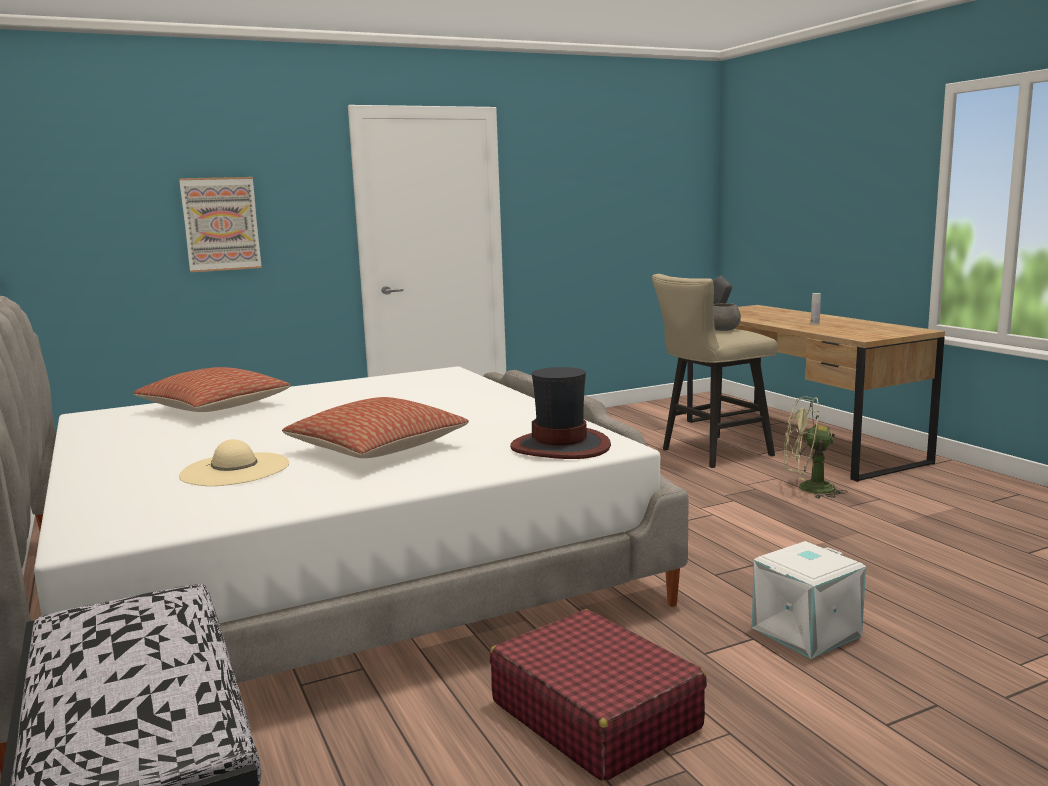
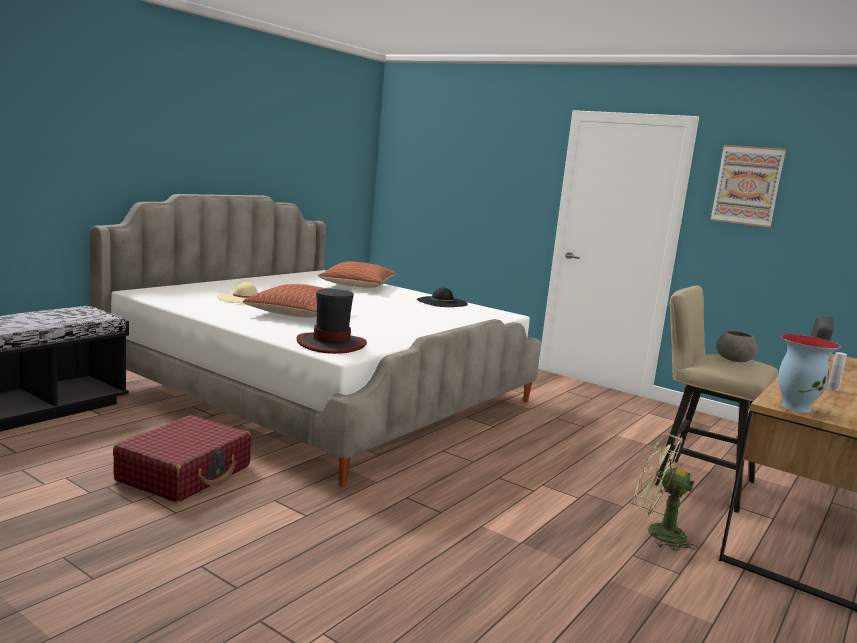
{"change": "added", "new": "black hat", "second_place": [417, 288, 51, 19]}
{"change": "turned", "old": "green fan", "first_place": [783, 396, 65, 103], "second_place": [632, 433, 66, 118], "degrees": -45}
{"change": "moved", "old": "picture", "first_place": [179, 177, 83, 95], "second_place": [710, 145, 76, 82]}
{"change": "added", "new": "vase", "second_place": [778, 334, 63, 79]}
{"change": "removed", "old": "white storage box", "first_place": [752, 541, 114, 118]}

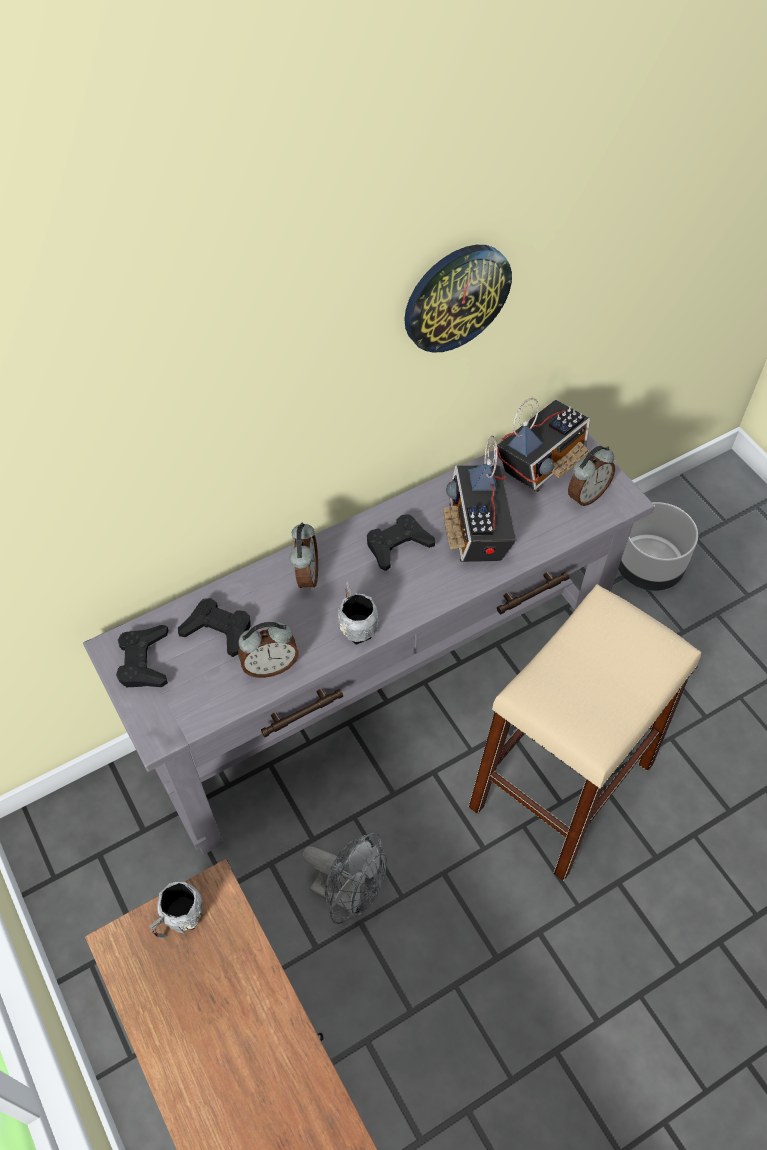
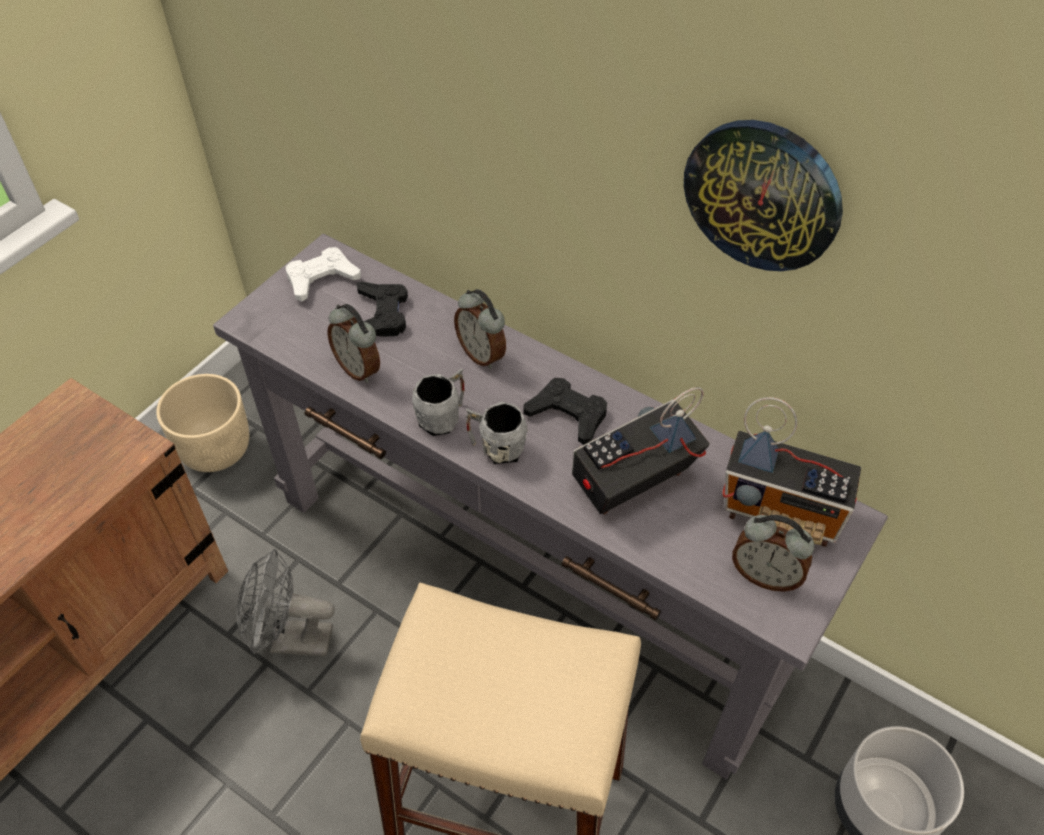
{"change": "added", "new": "beige planter", "second_place": [156, 374, 93, 98]}
{"change": "turned", "old": "grey fan", "first_place": [302, 833, 85, 91], "second_place": [237, 549, 98, 108], "degrees": 90}
{"change": "recoloured", "old": "black game controller", "new": "white game controller", "first_place": [116, 625, 52, 62], "second_place": [286, 247, 75, 55]}
{"change": "turned", "old": "alarm clock", "first_place": [289, 522, 29, 69], "second_place": [454, 289, 52, 80], "degrees": 75}
{"change": "moved", "old": "grey mug", "first_place": [149, 882, 54, 57], "second_place": [466, 401, 62, 63]}

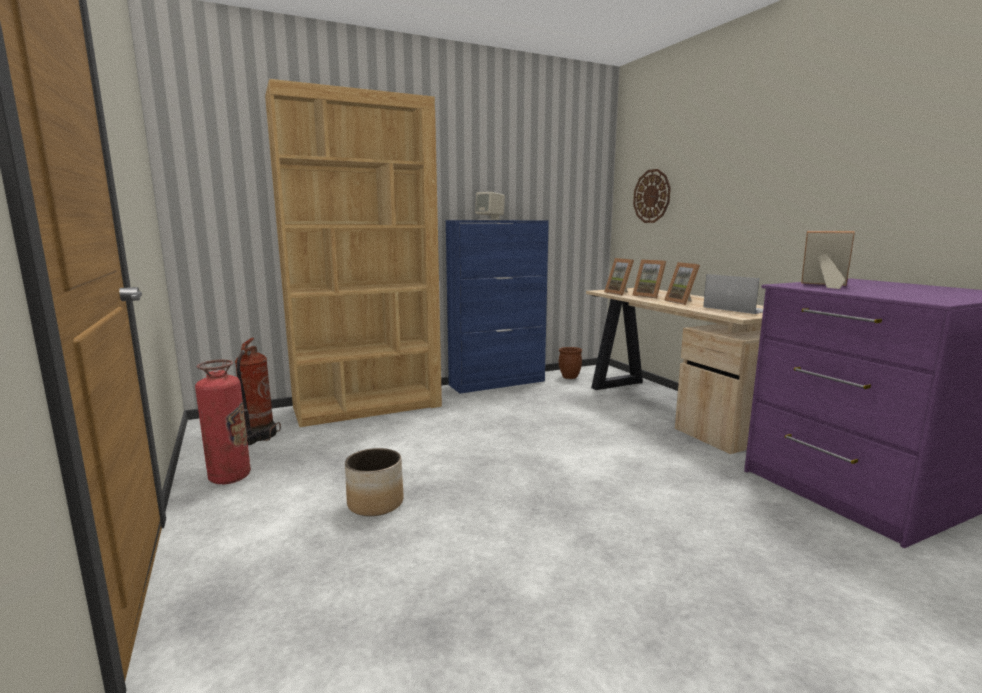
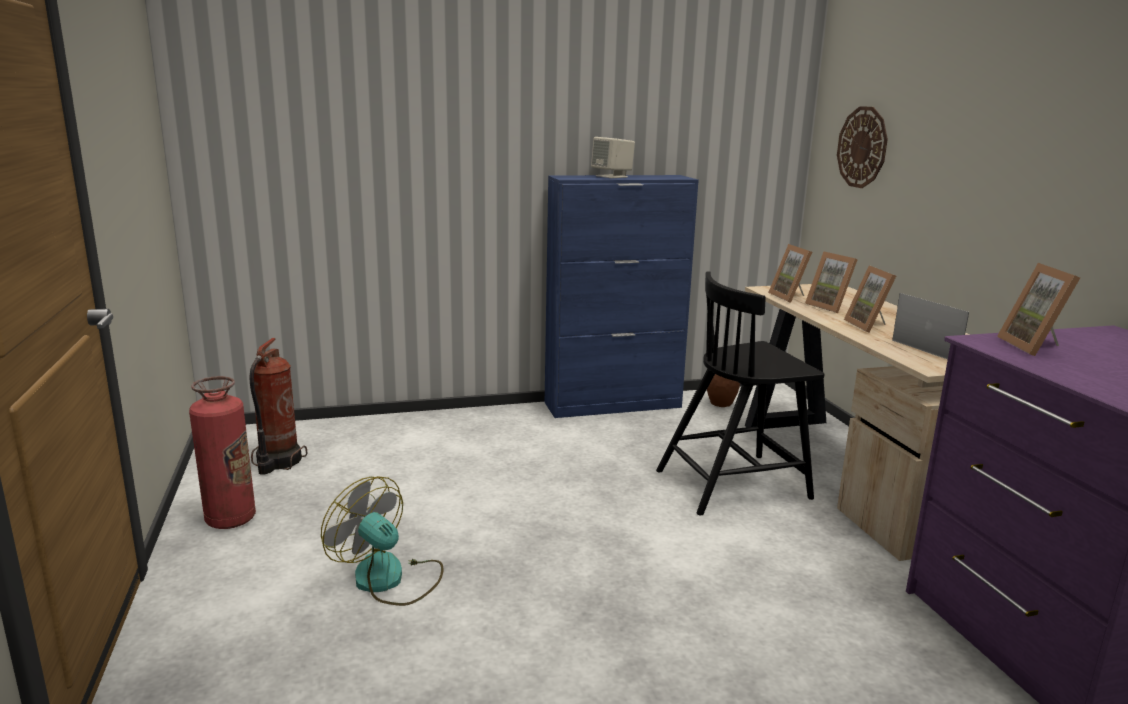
{"change": "replaced", "old": "planter", "new": "fan", "first_place": [345, 448, 58, 68], "second_place": [321, 477, 122, 129]}
{"change": "added", "new": "black chair", "second_place": [656, 271, 168, 245]}
{"change": "turned", "old": "picture frame", "first_place": [801, 231, 54, 58], "second_place": [997, 263, 83, 93], "degrees": -135}
{"change": "removed", "old": "brown bookcase", "first_place": [265, 79, 177, 348]}

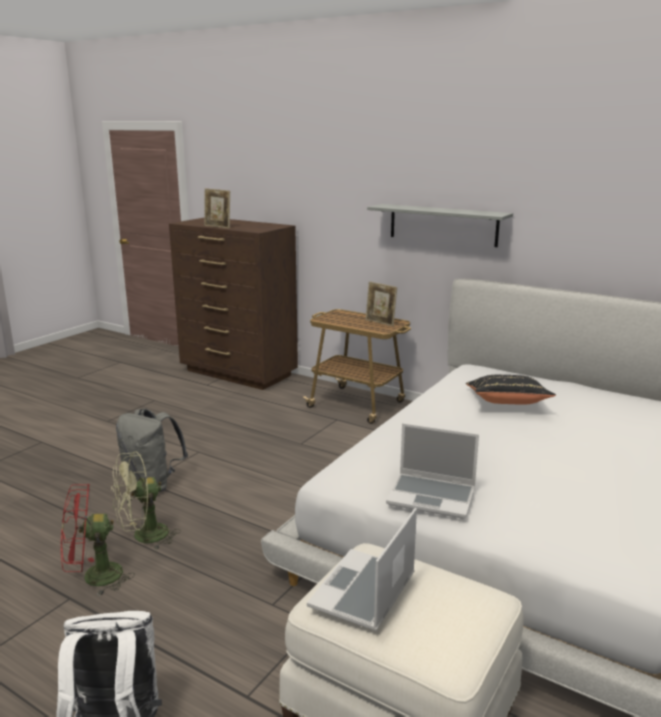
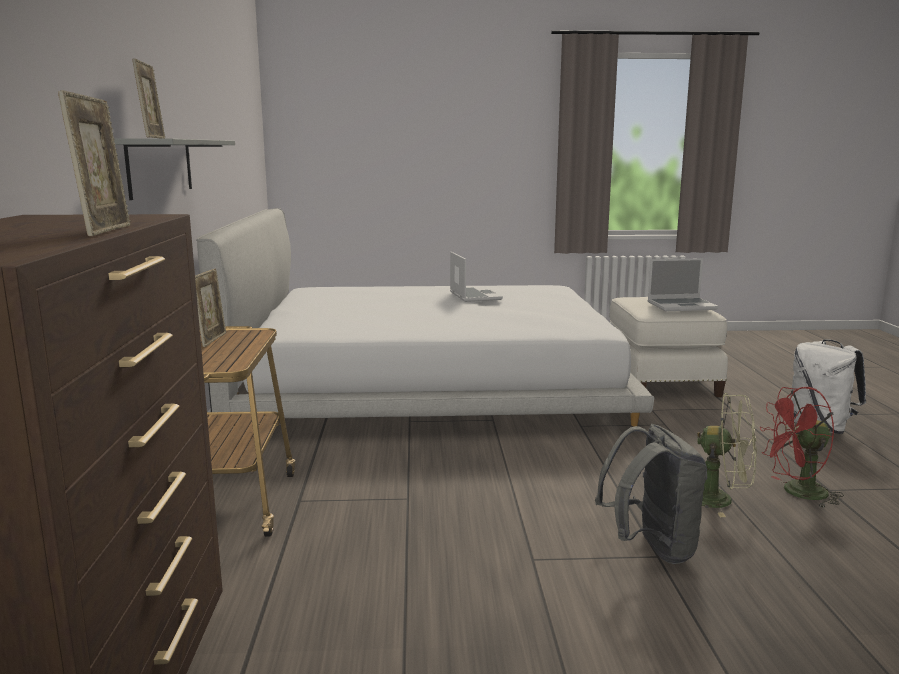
{"change": "added", "new": "picture frame", "second_place": [132, 58, 33, 81]}
{"change": "moved", "old": "laptop", "first_place": [386, 423, 93, 96], "second_place": [450, 252, 53, 50]}
{"change": "turned", "old": "red fan", "first_place": [61, 484, 74, 112], "second_place": [760, 387, 84, 121], "degrees": 135}
{"change": "removed", "old": "black pillow", "first_place": [466, 375, 90, 29]}

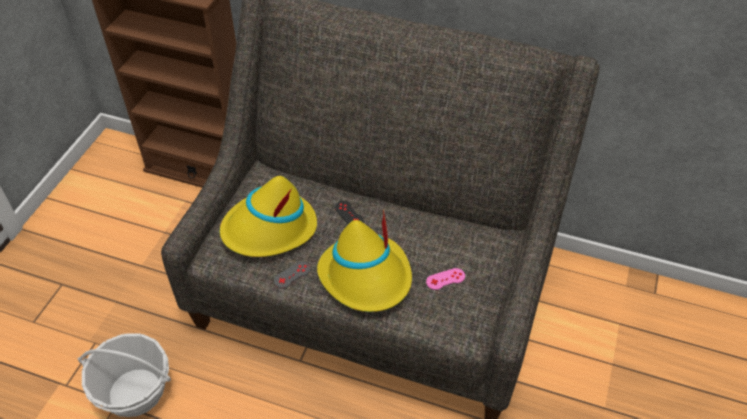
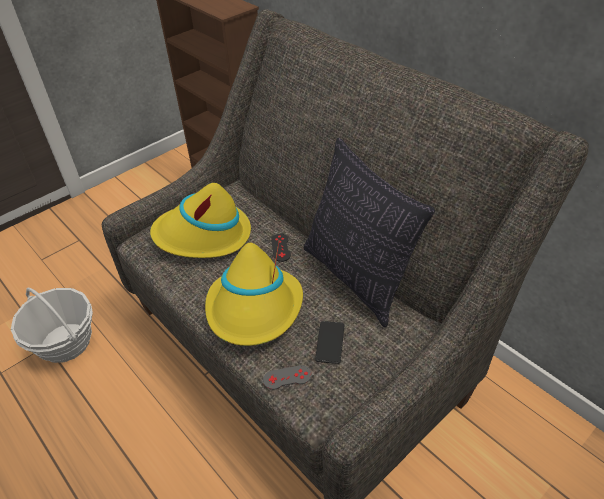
{"change": "moved", "old": "grey game controller", "first_place": [274, 262, 37, 26], "second_place": [263, 365, 49, 25]}
{"change": "added", "new": "pillow", "second_place": [304, 138, 131, 189]}
{"change": "replaced", "old": "pink game controller", "new": "phone", "first_place": [426, 268, 39, 22], "second_place": [315, 321, 29, 43]}

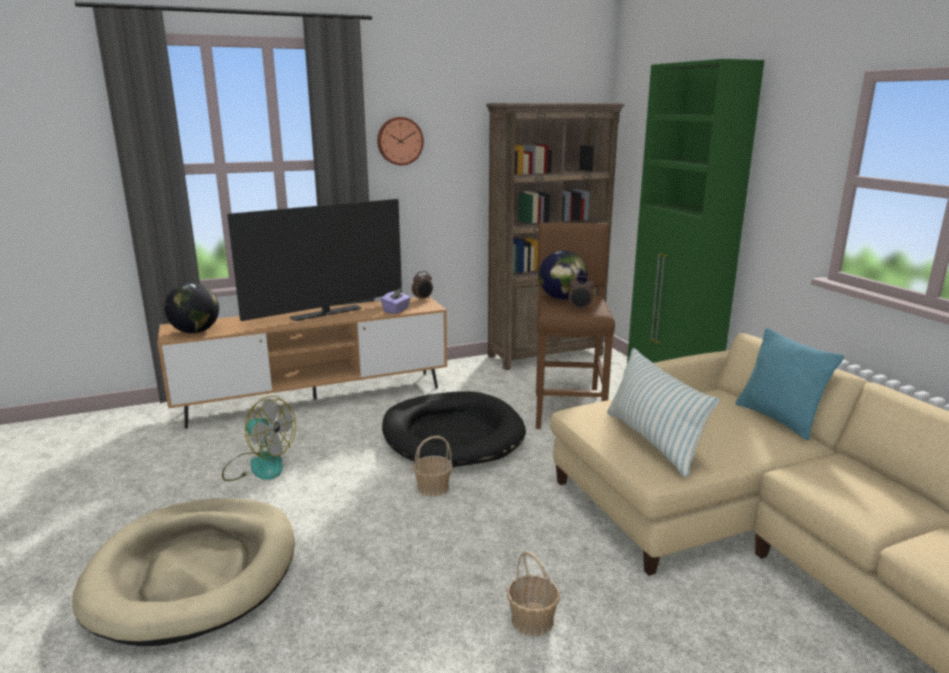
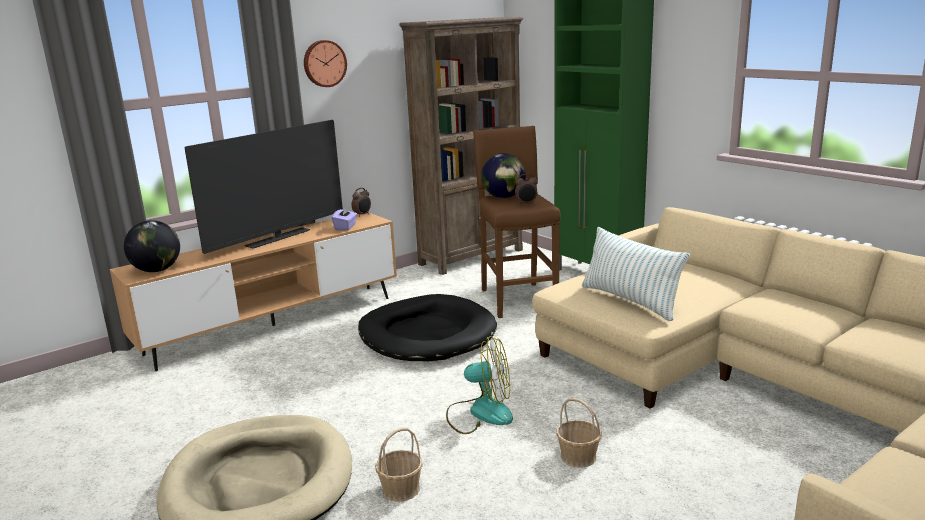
{"change": "moved", "old": "basket", "first_place": [413, 436, 40, 61], "second_place": [375, 427, 48, 75]}
{"change": "moved", "old": "fan", "first_place": [222, 396, 74, 85], "second_place": [446, 336, 67, 98]}
{"change": "removed", "old": "turquoise pillow", "first_place": [735, 328, 109, 112]}

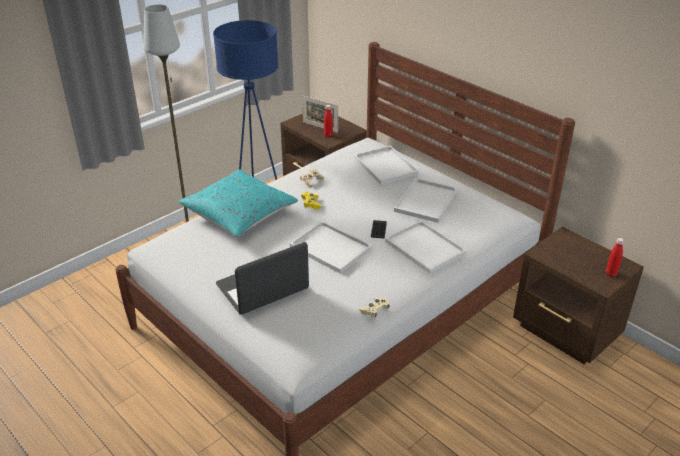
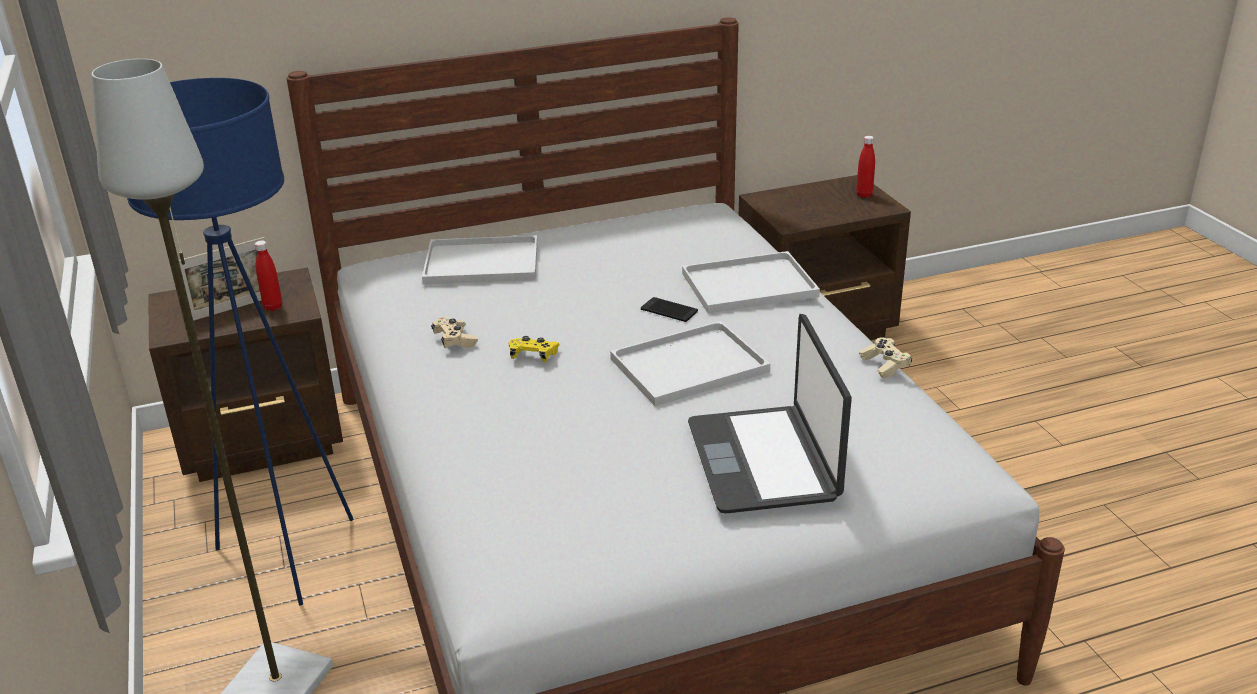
{"change": "removed", "old": "turquoise pillow", "first_place": [178, 169, 120, 68]}
{"change": "removed", "old": "white tray", "first_place": [394, 178, 63, 45]}

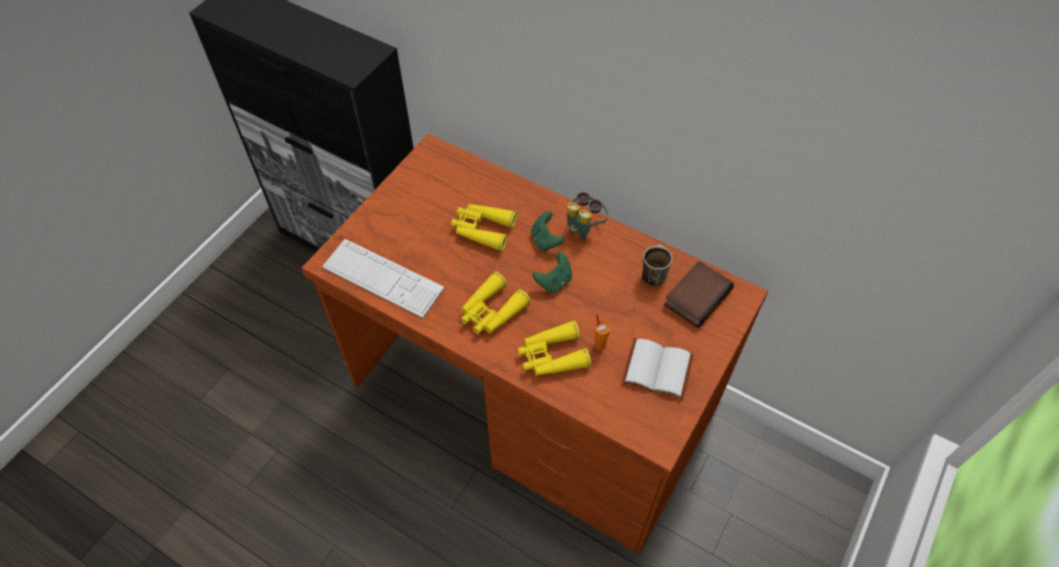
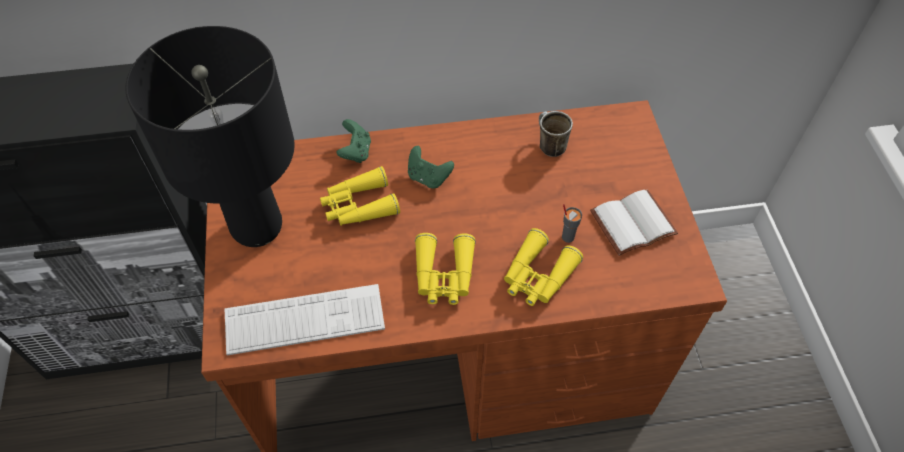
{"change": "added", "new": "black table lamp", "second_place": [125, 26, 170, 221]}
{"change": "moved", "old": "green game controller", "first_place": [533, 252, 39, 41], "second_place": [336, 119, 35, 44]}
{"change": "recoloured", "old": "orange cup", "new": "grey cup", "first_place": [594, 314, 16, 37], "second_place": [562, 204, 20, 39]}
{"change": "removed", "old": "binoculars", "first_place": [567, 192, 41, 49]}
{"change": "removed", "old": "book", "first_place": [664, 261, 70, 67]}

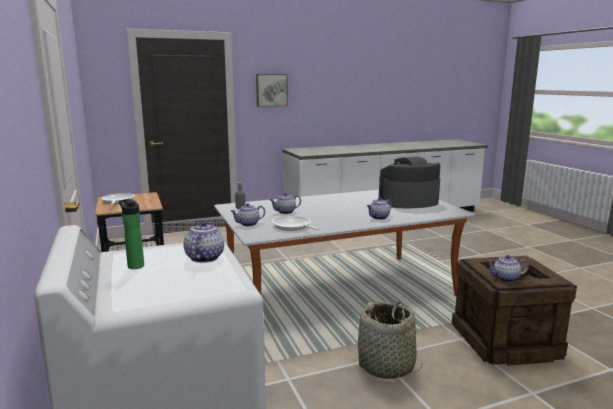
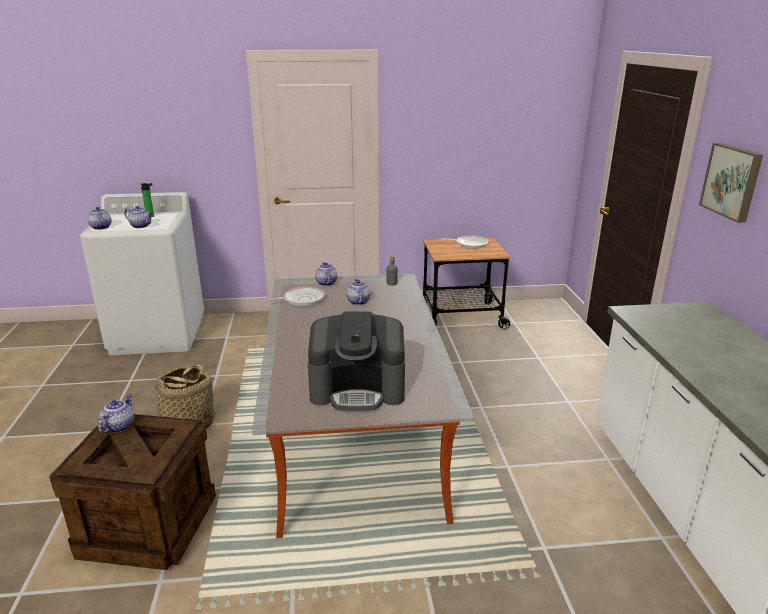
{"change": "moved", "old": "teapot", "first_place": [367, 198, 25, 22], "second_place": [88, 207, 24, 23]}
{"change": "turned", "old": "coffee machine", "first_place": [379, 157, 61, 51], "second_place": [308, 311, 97, 100], "degrees": 90}

